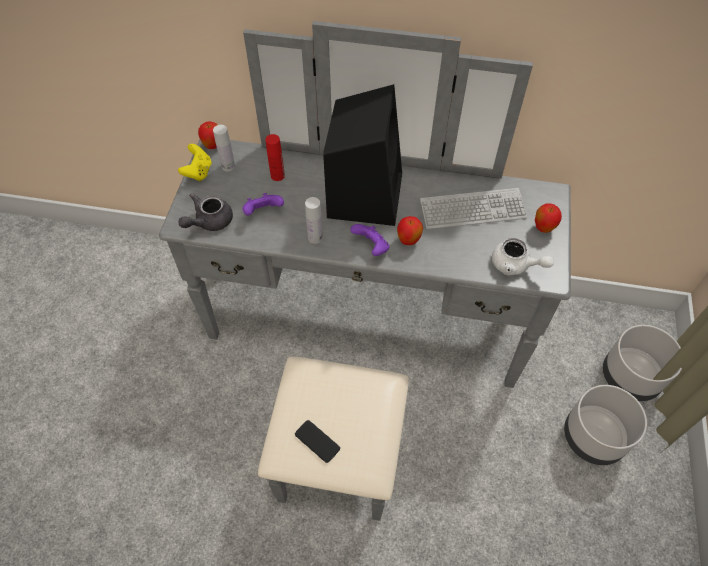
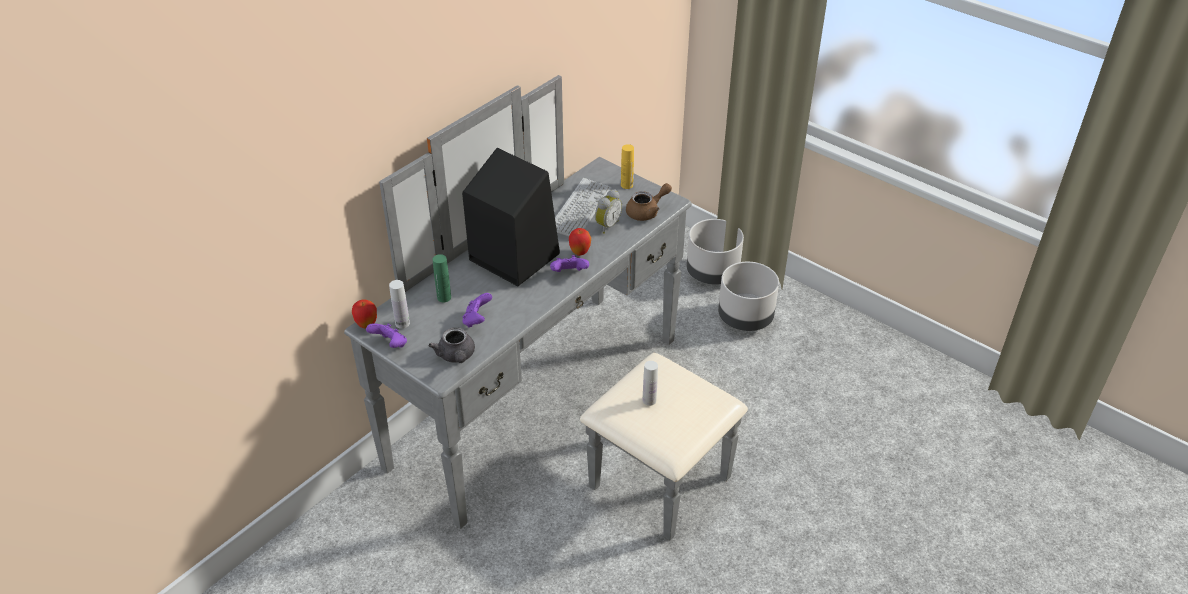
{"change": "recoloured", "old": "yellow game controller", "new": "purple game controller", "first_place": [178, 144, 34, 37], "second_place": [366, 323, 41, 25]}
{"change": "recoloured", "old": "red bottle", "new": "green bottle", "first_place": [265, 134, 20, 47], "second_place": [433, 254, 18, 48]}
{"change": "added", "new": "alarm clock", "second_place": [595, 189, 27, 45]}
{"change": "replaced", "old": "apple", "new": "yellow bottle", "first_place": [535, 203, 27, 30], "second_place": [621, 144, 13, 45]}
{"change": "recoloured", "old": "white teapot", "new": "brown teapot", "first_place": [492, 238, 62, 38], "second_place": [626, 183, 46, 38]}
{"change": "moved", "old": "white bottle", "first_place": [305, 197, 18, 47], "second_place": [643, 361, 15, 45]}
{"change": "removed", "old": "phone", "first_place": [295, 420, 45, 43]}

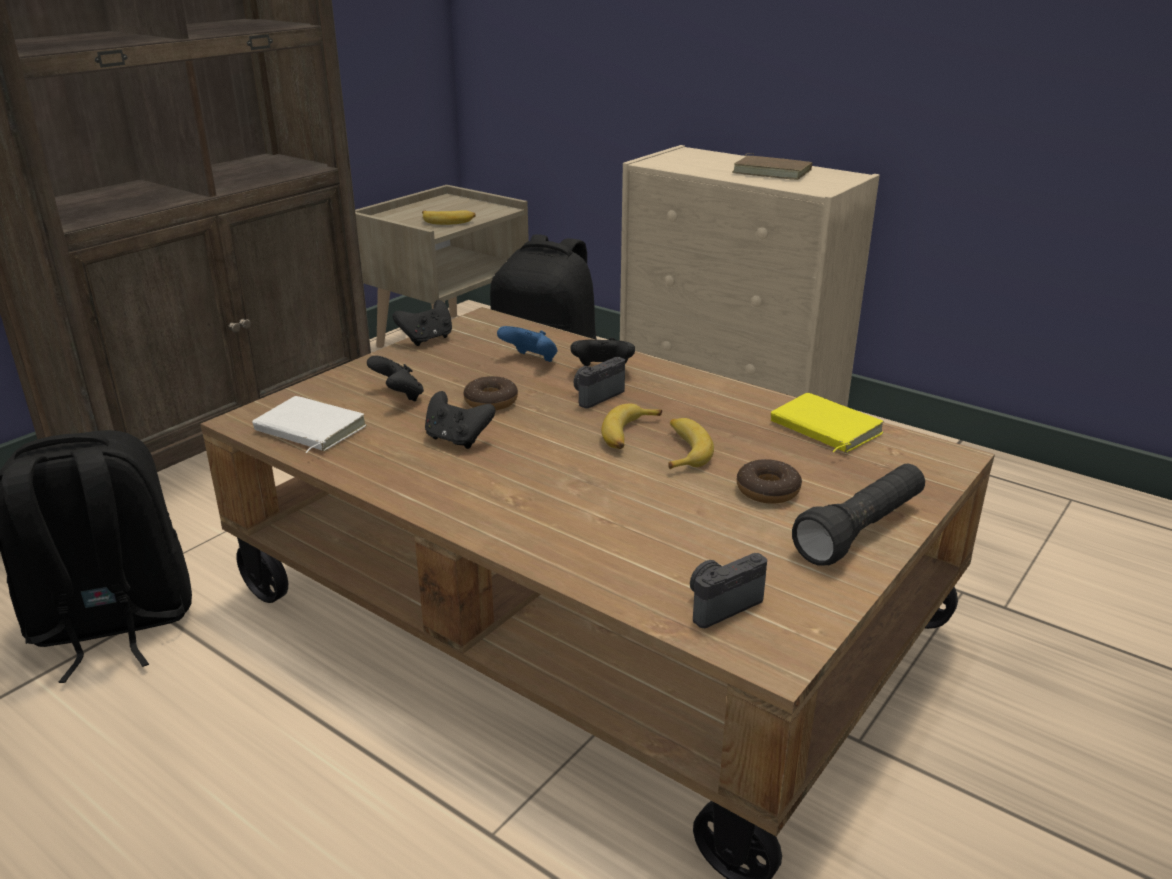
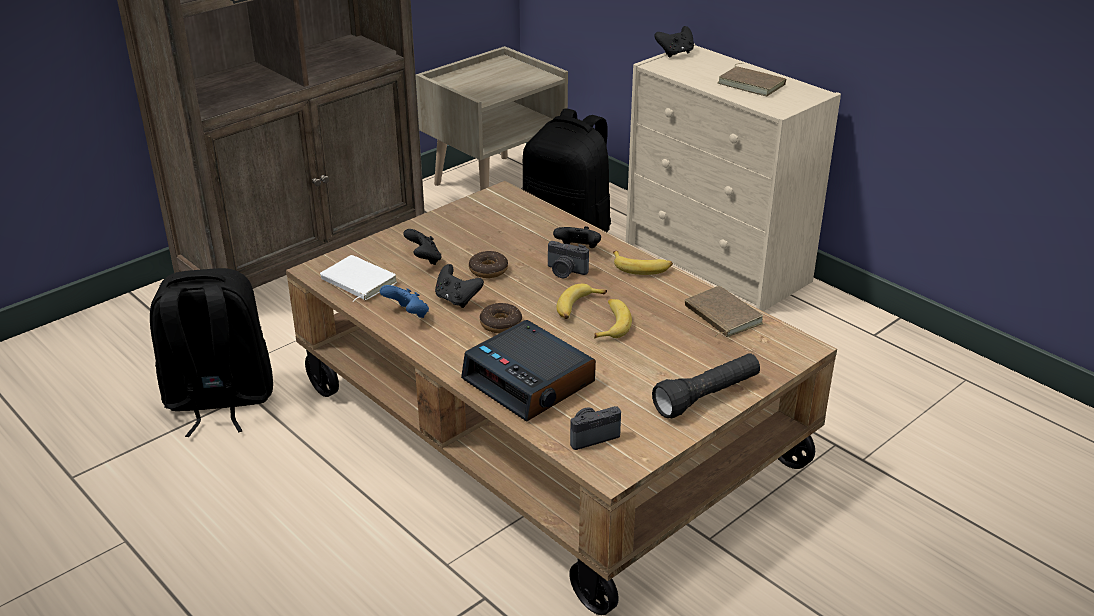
{"change": "moved", "old": "blue game controller", "first_place": [497, 326, 60, 36], "second_place": [380, 285, 49, 33]}
{"change": "added", "new": "alarm clock", "second_place": [461, 320, 135, 102]}
{"change": "moved", "old": "donut", "first_place": [737, 459, 65, 45], "second_place": [480, 303, 42, 30]}
{"change": "turned", "old": "photo camera", "first_place": [573, 357, 52, 51], "second_place": [548, 241, 41, 37], "degrees": -120}
{"change": "moved", "old": "banana", "first_place": [422, 210, 54, 15], "second_place": [613, 251, 60, 24]}
{"change": "moved", "old": "black game controller", "first_place": [392, 300, 60, 46], "second_place": [654, 26, 40, 31]}
{"change": "recoloured", "old": "yellow book", "new": "brown book", "first_place": [771, 393, 113, 60], "second_place": [685, 286, 78, 51]}

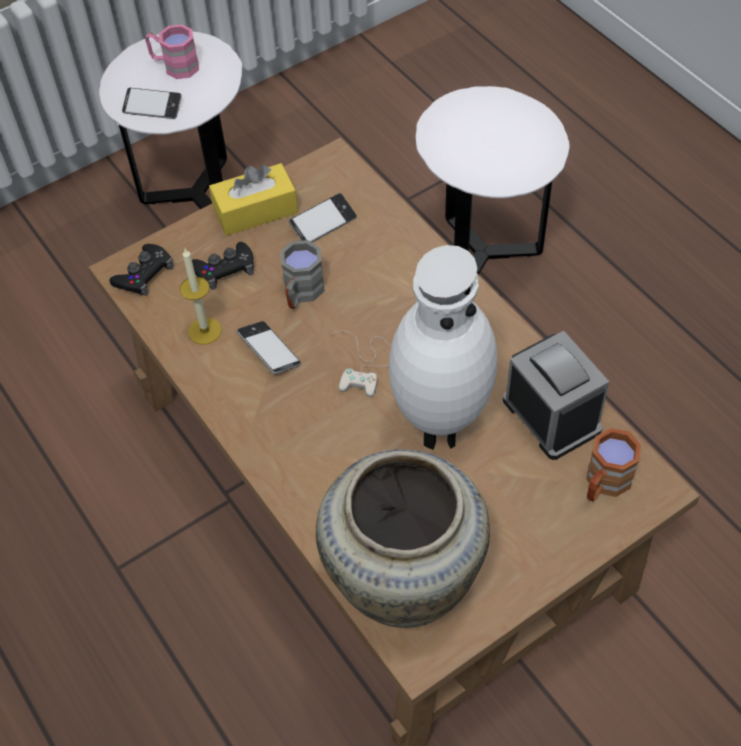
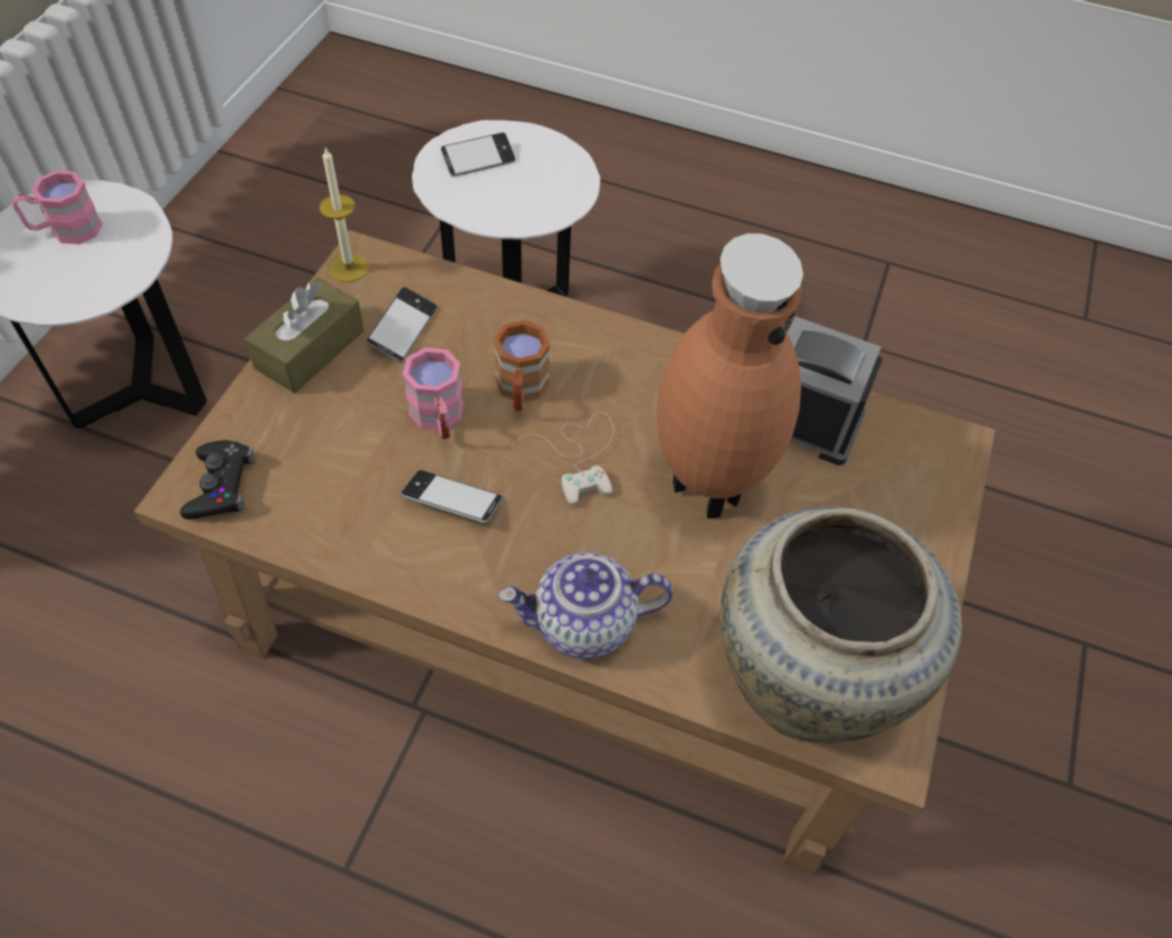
{"change": "recoloured", "old": "yellow tissue box", "new": "brown tissue box", "first_place": [209, 163, 89, 73], "second_place": [244, 277, 120, 116]}
{"change": "moved", "old": "candle", "first_place": [180, 249, 42, 95], "second_place": [319, 147, 50, 135]}
{"change": "recoloured", "old": "grey mug", "new": "pink mug", "first_place": [280, 240, 45, 69], "second_place": [403, 347, 61, 92]}
{"change": "moved", "old": "phone", "first_place": [122, 88, 60, 31], "second_place": [441, 132, 75, 45]}
{"change": "moved", "old": "brown mug", "first_place": [586, 428, 55, 73], "second_place": [493, 320, 57, 91]}
{"change": "added", "new": "teapot", "second_place": [498, 552, 175, 107]}
{"change": "recoloured", "old": "white vase", "new": "brown vase", "first_place": [389, 245, 108, 205], "second_place": [656, 233, 147, 285]}
{"change": "removed", "old": "black game controller", "first_place": [192, 242, 62, 48]}

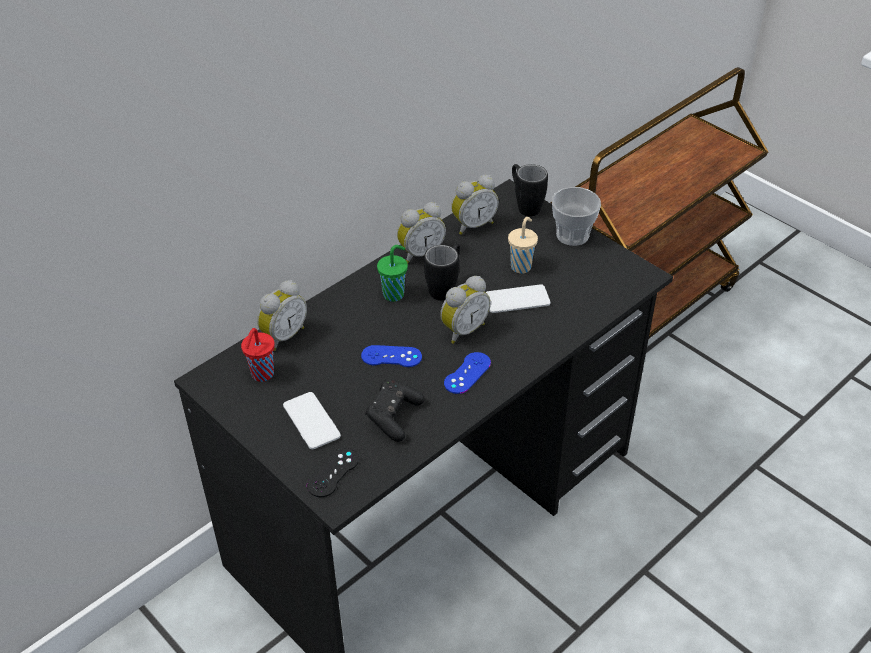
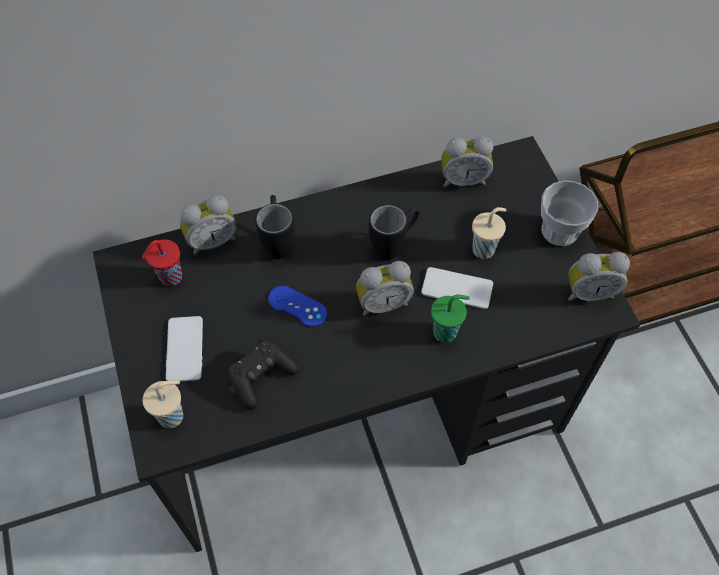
{"change": "replaced", "old": "black game controller", "new": "beige cup", "first_place": [307, 447, 52, 50], "second_place": [143, 380, 40, 48]}
{"change": "moved", "old": "black mug", "first_place": [512, 164, 36, 53], "second_place": [255, 195, 40, 64]}
{"change": "moved", "old": "green cup", "first_place": [377, 245, 31, 57], "second_place": [431, 294, 39, 49]}
{"change": "moved", "old": "alarm clock", "first_place": [397, 202, 49, 61], "second_place": [568, 252, 62, 49]}
{"change": "removed", "old": "blue game controller", "first_place": [444, 352, 47, 42]}

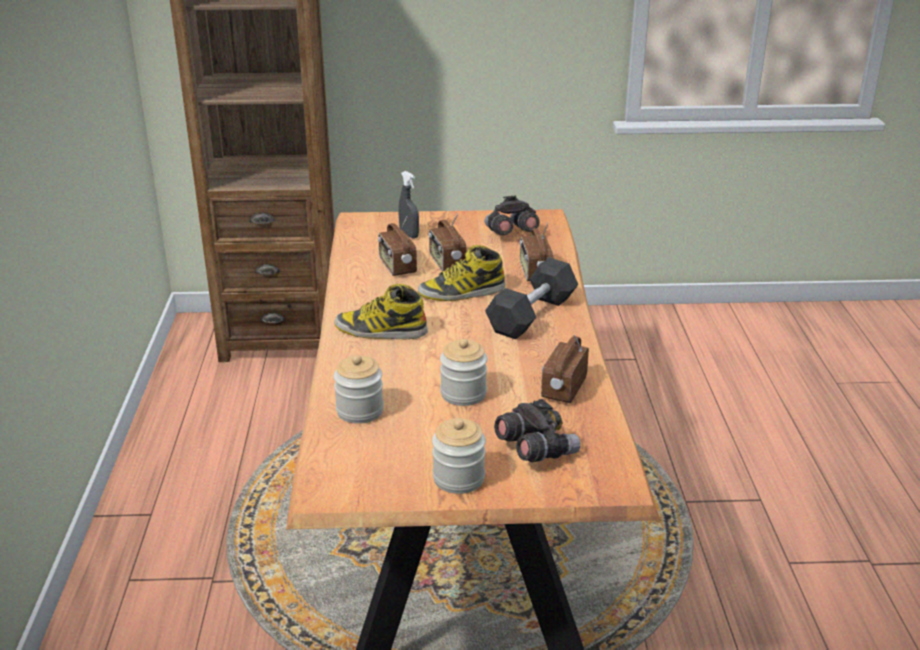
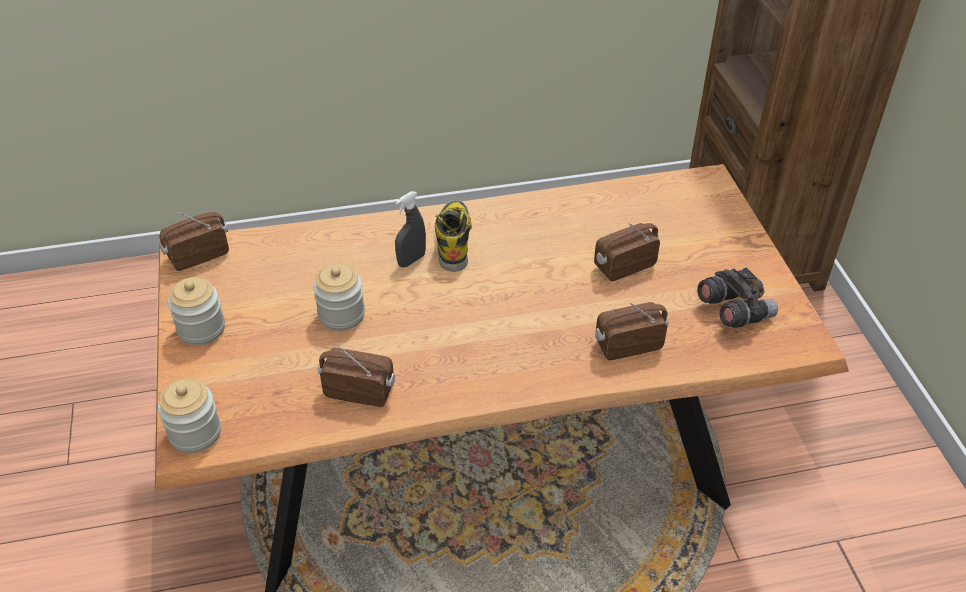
{"change": "moved", "old": "jar", "first_place": [334, 355, 50, 69], "second_place": [158, 378, 63, 75]}
{"change": "moved", "old": "radio", "first_place": [378, 216, 39, 60], "second_place": [159, 212, 70, 59]}
{"change": "moved", "old": "grey spray bottle", "first_place": [399, 171, 20, 67], "second_place": [395, 191, 31, 76]}
{"change": "removed", "old": "boot", "first_place": [418, 245, 87, 56]}
{"change": "removed", "old": "black dumbbell", "first_place": [485, 258, 93, 82]}
{"change": "removed", "old": "grey binoculars", "first_place": [494, 399, 86, 63]}

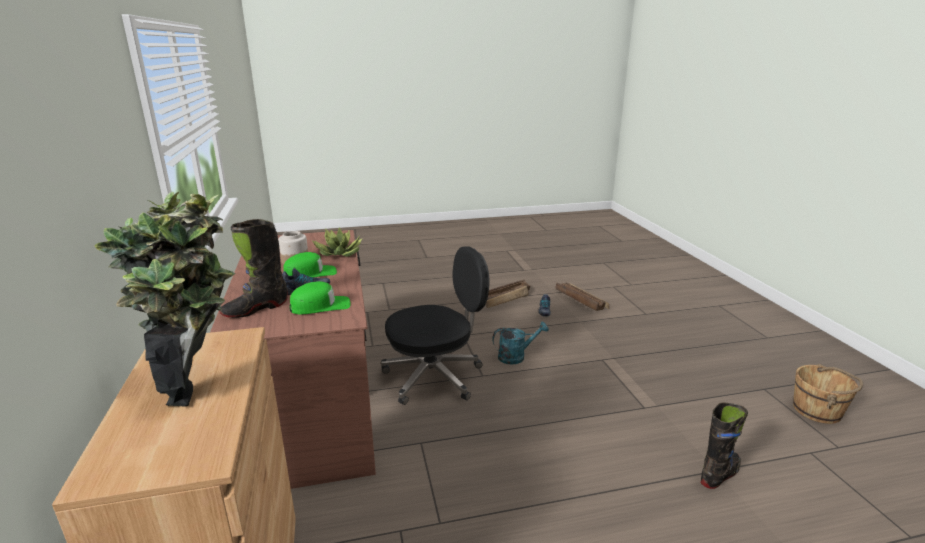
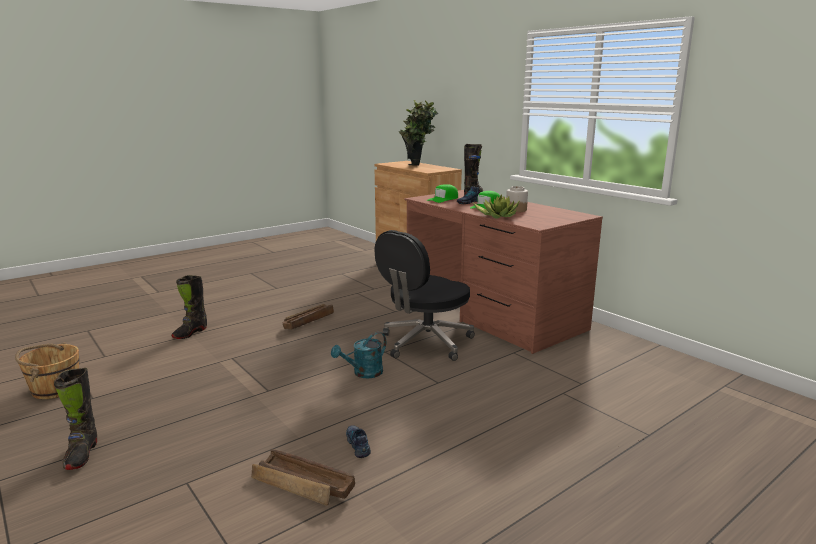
{"change": "added", "new": "black boot", "second_place": [54, 368, 43, 102]}
{"change": "moved", "old": "crate", "first_place": [485, 280, 45, 28], "second_place": [282, 304, 52, 26]}

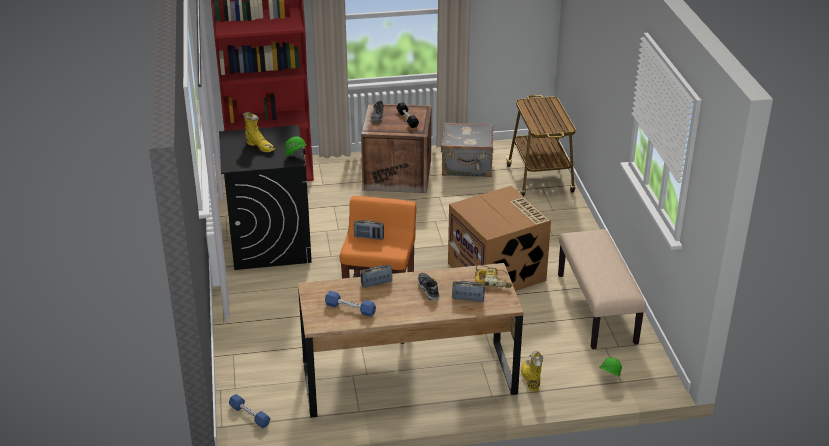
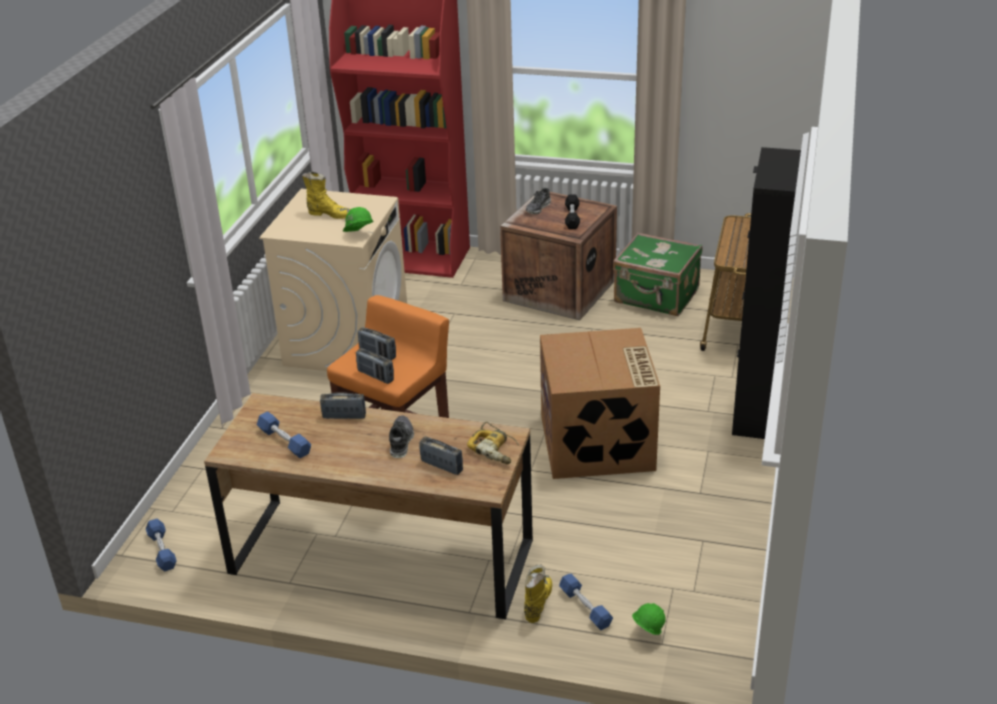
{"change": "recoloured", "old": "black washing machine", "new": "beige washing machine", "first_place": [219, 125, 93, 145], "second_place": [259, 189, 148, 182]}
{"change": "turned", "old": "yellow boot", "first_place": [243, 112, 32, 40], "second_place": [302, 171, 49, 48], "degrees": -45}
{"change": "added", "new": "radio", "second_place": [356, 348, 38, 36]}
{"change": "added", "new": "blue dumbbell", "second_place": [559, 574, 54, 56]}
{"change": "recoloured", "old": "grey suitcase", "new": "green suitcase", "first_place": [441, 123, 52, 54], "second_place": [613, 232, 89, 84]}
{"change": "added", "new": "black cabinet", "second_place": [732, 147, 69, 292]}
{"change": "removed", "old": "beige bench", "first_place": [558, 229, 88, 120]}

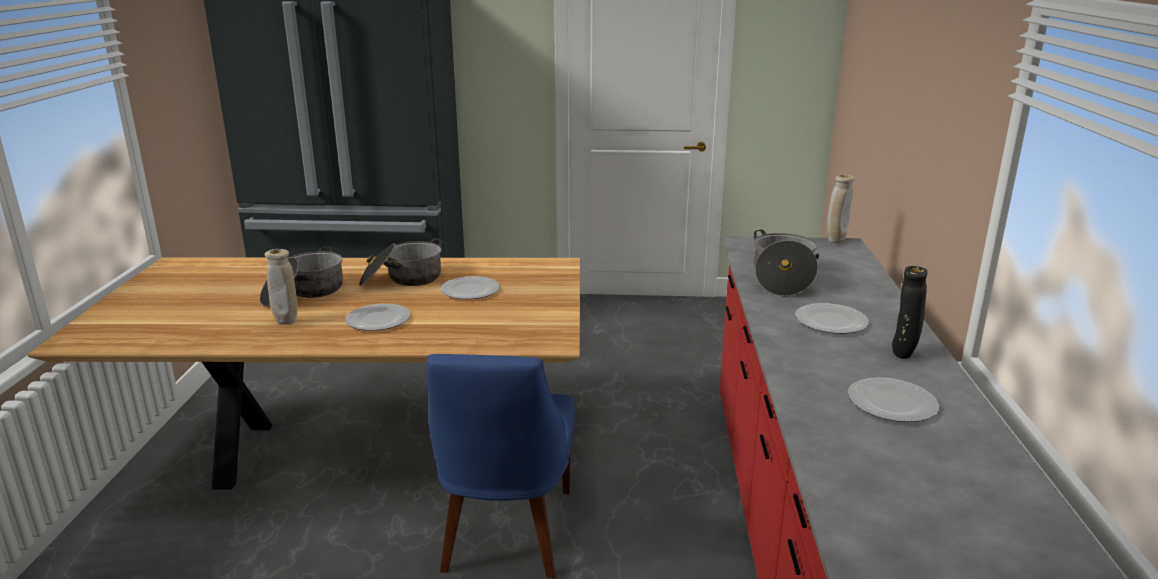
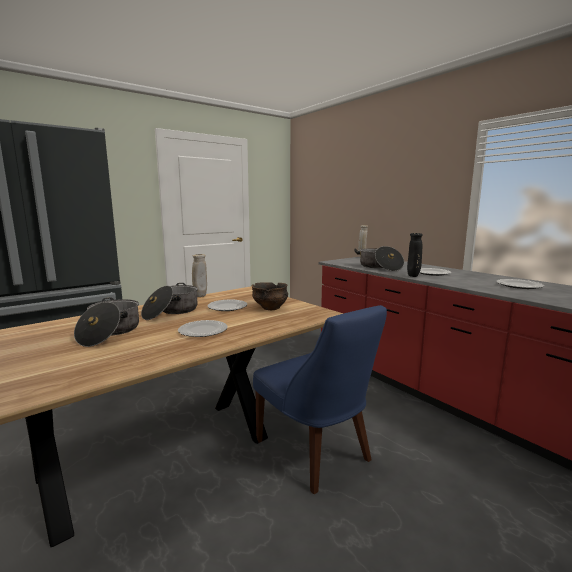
{"change": "moved", "old": "beige vase", "first_place": [264, 249, 34, 76], "second_place": [192, 254, 15, 43]}
{"change": "added", "new": "bowl", "second_place": [252, 282, 36, 28]}
{"change": "moved", "old": "black vase", "first_place": [892, 266, 36, 93], "second_place": [407, 233, 16, 44]}

